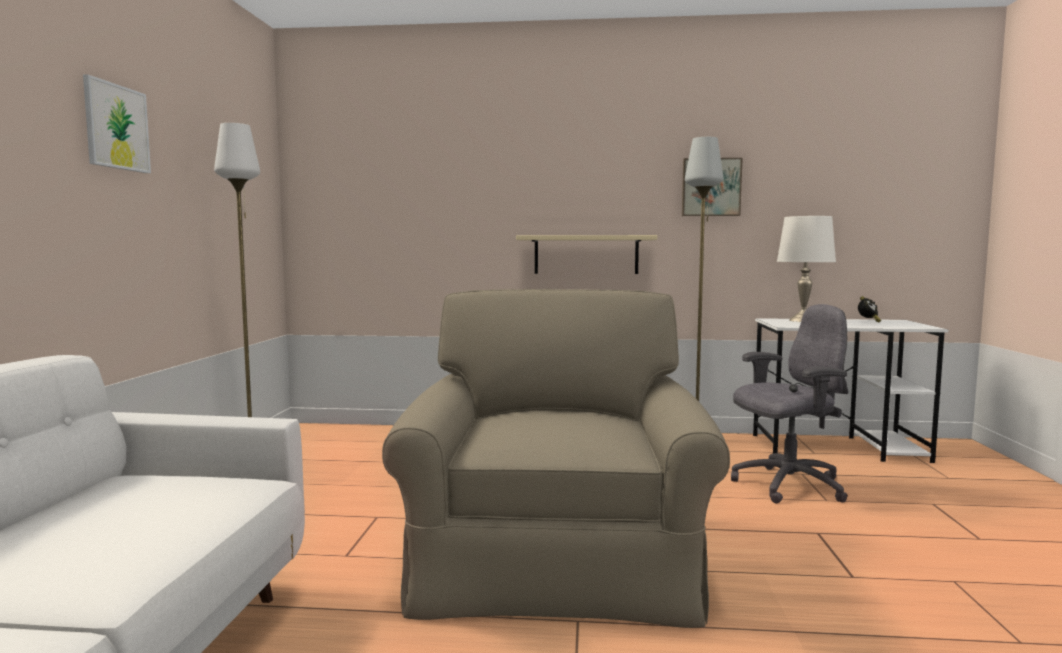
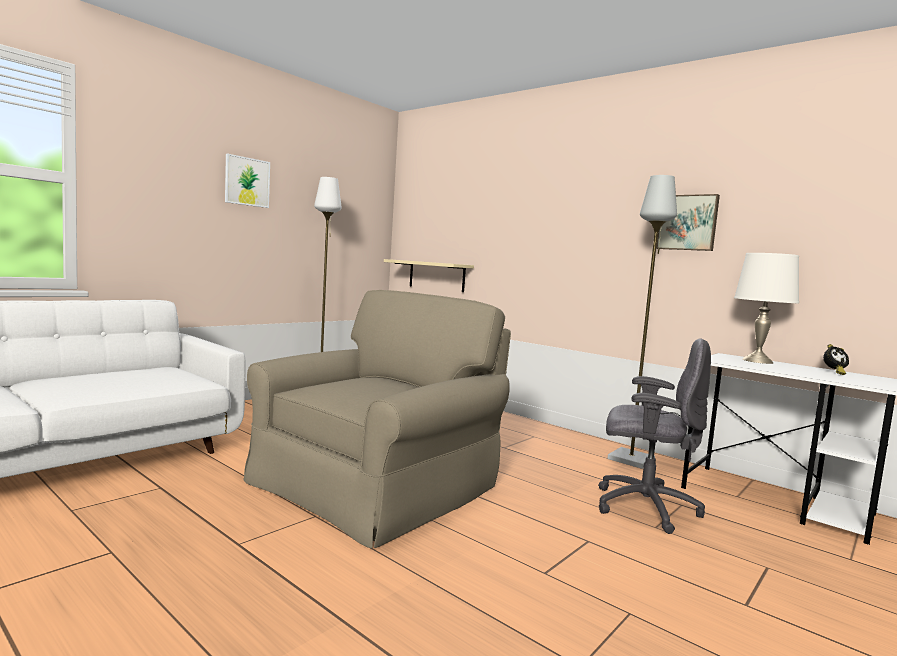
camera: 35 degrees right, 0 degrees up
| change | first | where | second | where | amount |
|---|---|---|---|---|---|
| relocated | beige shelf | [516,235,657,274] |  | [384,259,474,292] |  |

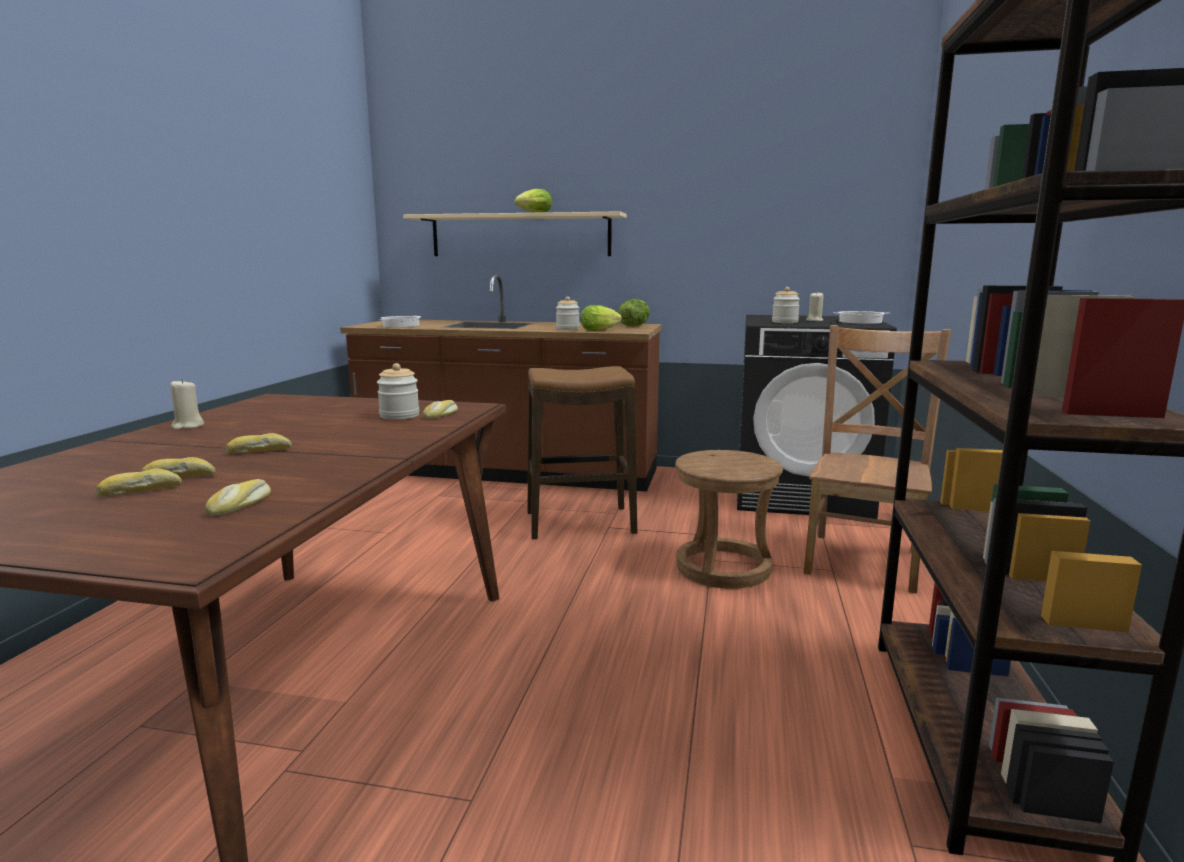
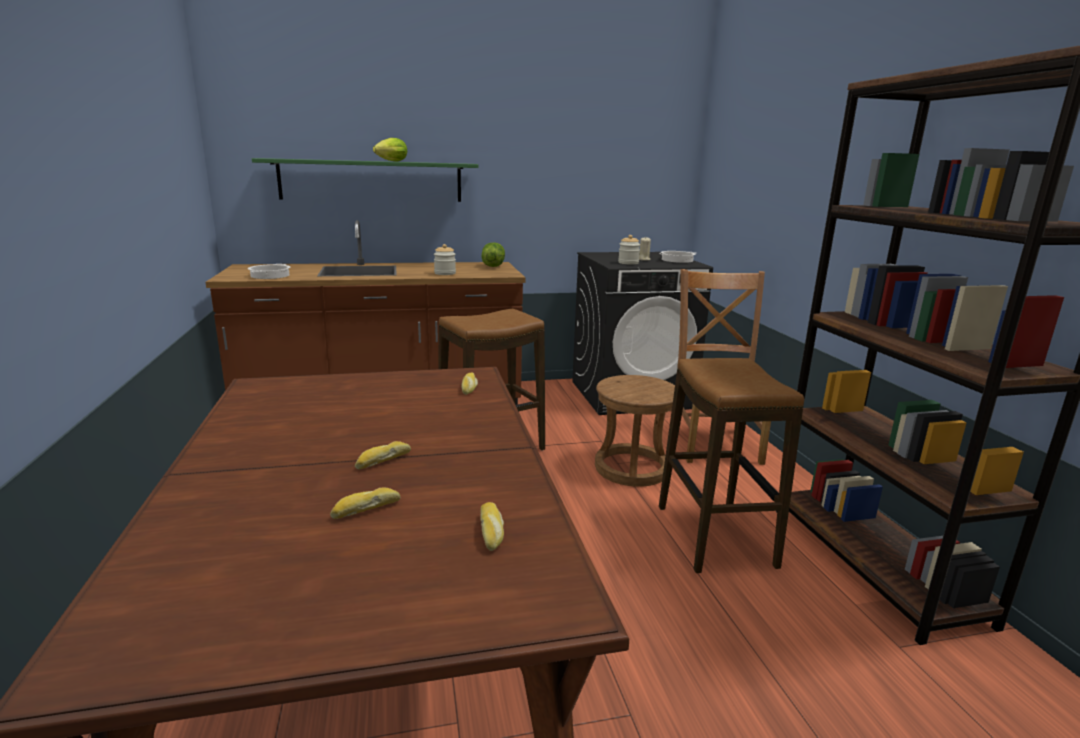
camera: 25 degrees left, 5 degrees up
| change | first | where | second | where | amount |
|---|---|---|---|---|---|
| missing | bread | [96,469,182,496] |  |  |  |
| missing | beige candle | [170,379,204,430] |  |  |  |
| missing | jar | [377,363,419,420] |  |  |  |
| missing | lettuce | [581,305,622,331] |  |  |  |
| appeared |  |  | stool | [659,358,804,573] |  |
| colour | beige shelf | [403,211,627,256] | green shelf | [252,158,479,202] |  |

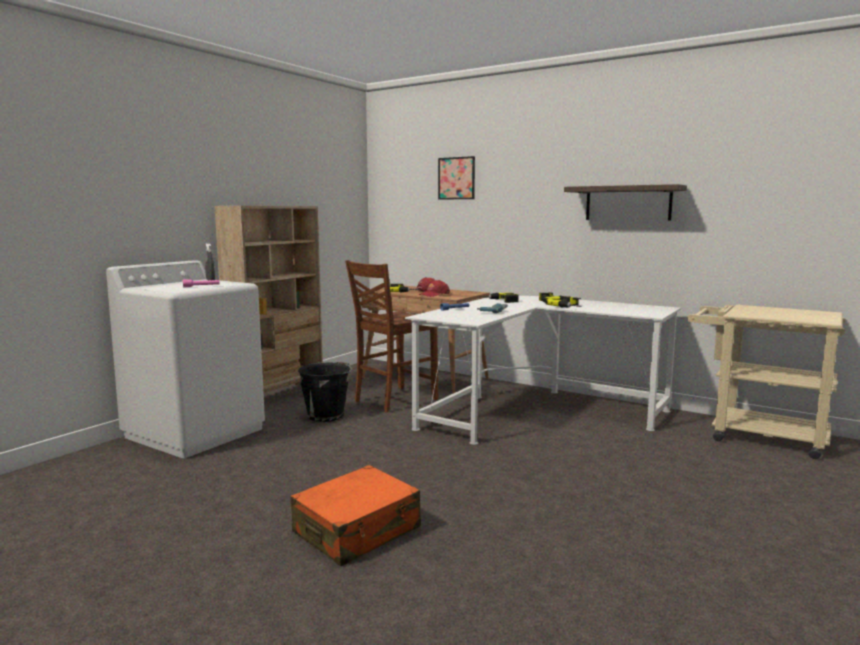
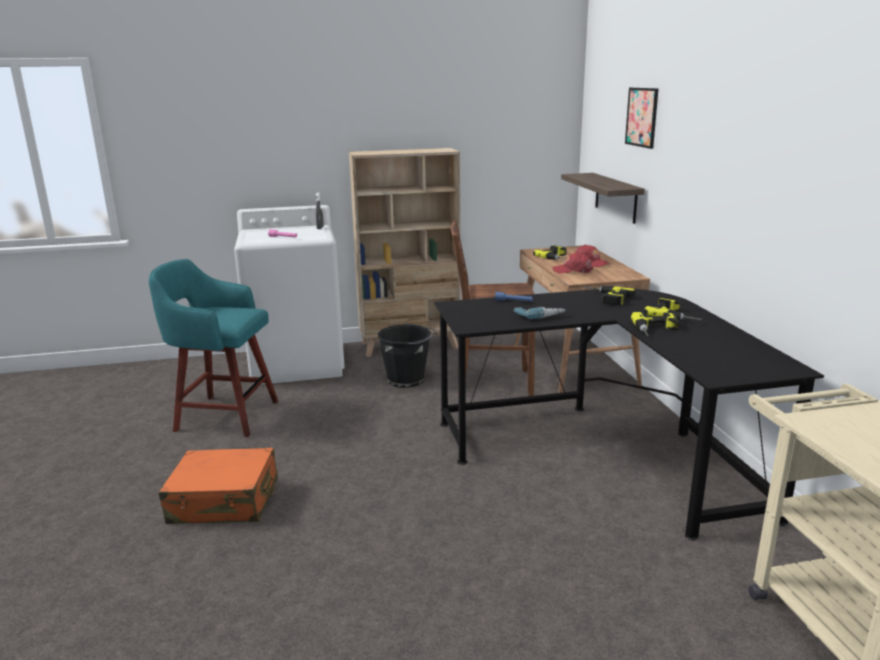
camera: 45 degrees right, 10 degrees up
| change | first | where | second | where | amount |
|---|---|---|---|---|---|
| appeared |  |  | turquoise stool | [149,259,278,437] |  |
| relocated | shelf | [564,184,687,221] |  | [561,173,645,224] |  |
| colour | white desk | [405,296,681,445] | black desk | [434,289,824,541] |  |

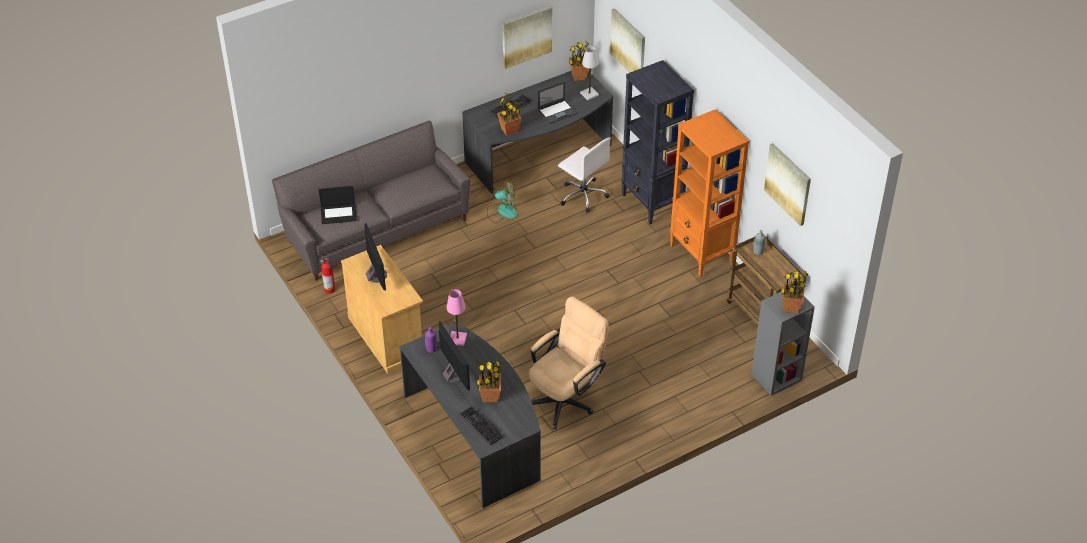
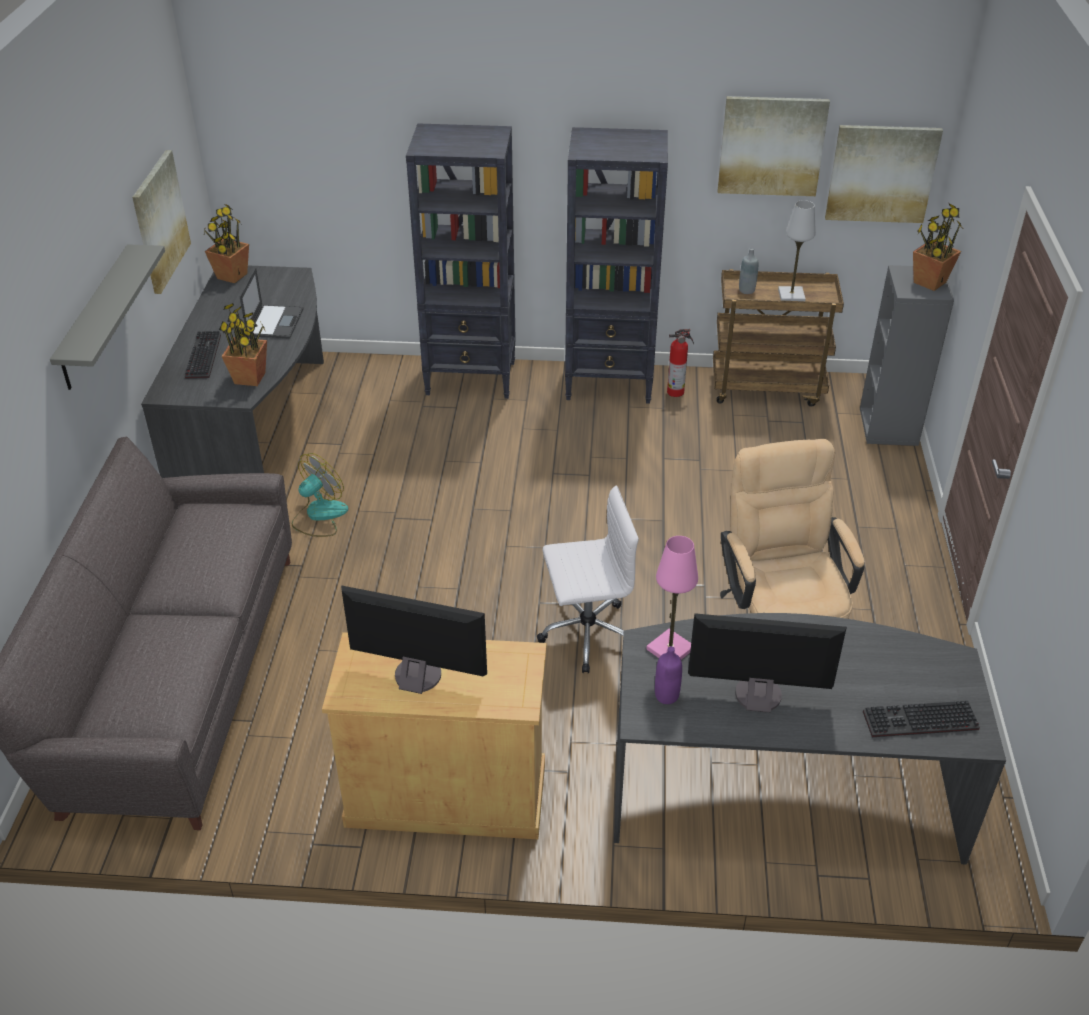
camera: 55 degrees left, 5 degrees down
| change | first | where | second | where | amount |
|---|---|---|---|---|---|
| missing | laptop | [319,186,357,224] |  |  |  |
| missing | potted plant | [476,360,502,403] |  |  |  |
| appeared |  |  | grey shelf | [50,244,165,390] |  |
| relocated | fire extinguisher | [320,255,335,294] |  | [667,329,694,397] |  |
| relocated | white office chair | [558,137,611,213] |  | [537,485,639,674] |  |
| relocated | white table lamp | [580,46,599,100] |  | [778,200,816,301] |  |
| relocated | picture | [610,8,645,73] |  | [825,125,943,223] |  |
| colour | orange bookcase | [670,109,749,277] | black bookcase | [565,127,668,404] |  |

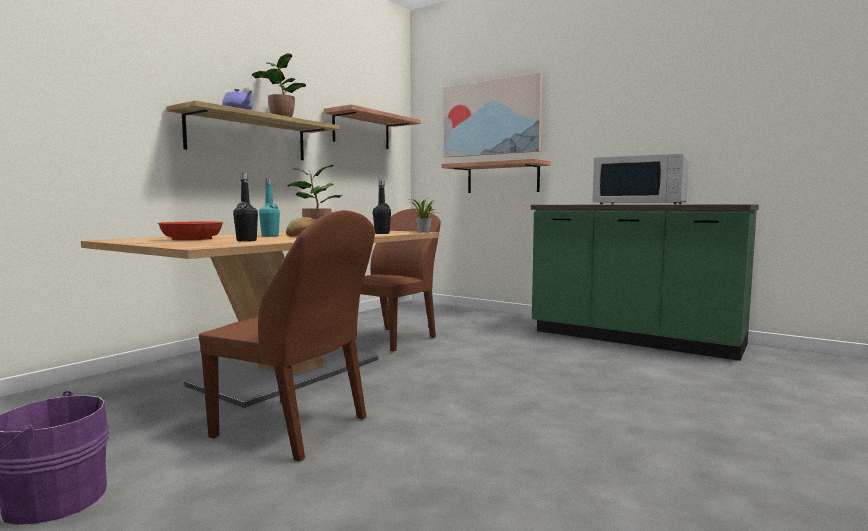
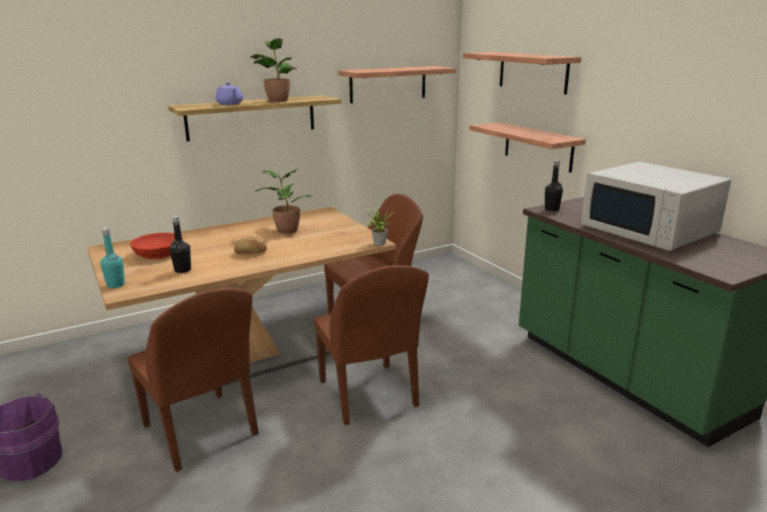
camera: 25 degrees right, 15 degrees up
| change | first | where | second | where | amount |
|---|---|---|---|---|---|
| appeared |  |  | brown chair | [314,265,429,425] |  |
| relocated | turquoise bottle | [259,178,280,237] |  | [100,228,125,288] |  |
| relocated | black bottle | [373,180,391,234] |  | [545,160,563,212] |  |
| exchanged | picture | [443,72,543,158] | shelf | [463,52,581,95] |  |

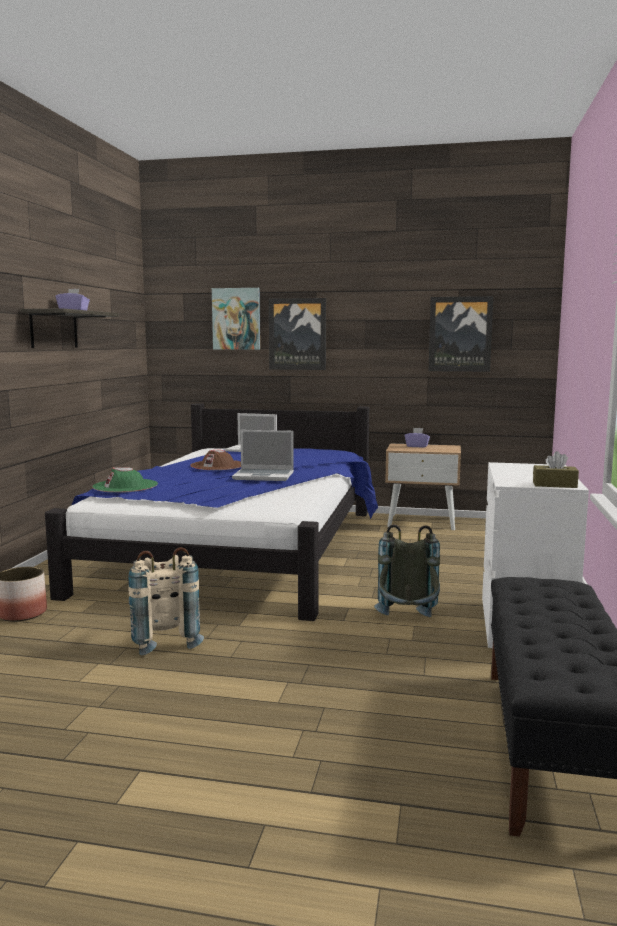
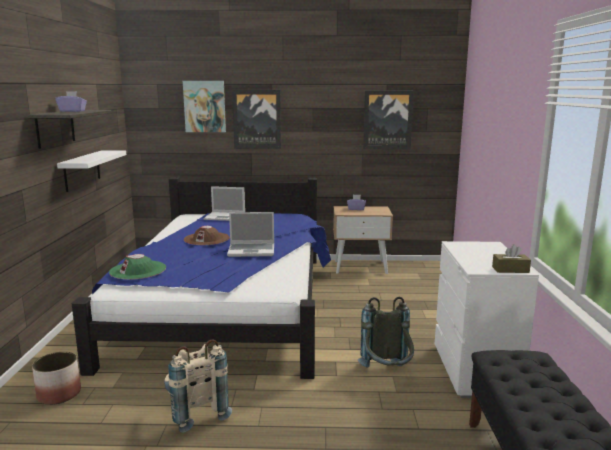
camera: 10 degrees left, 5 degrees up
| change | first | where | second | where | amount |
|---|---|---|---|---|---|
| appeared |  |  | white shelf | [57,151,126,192] |  |

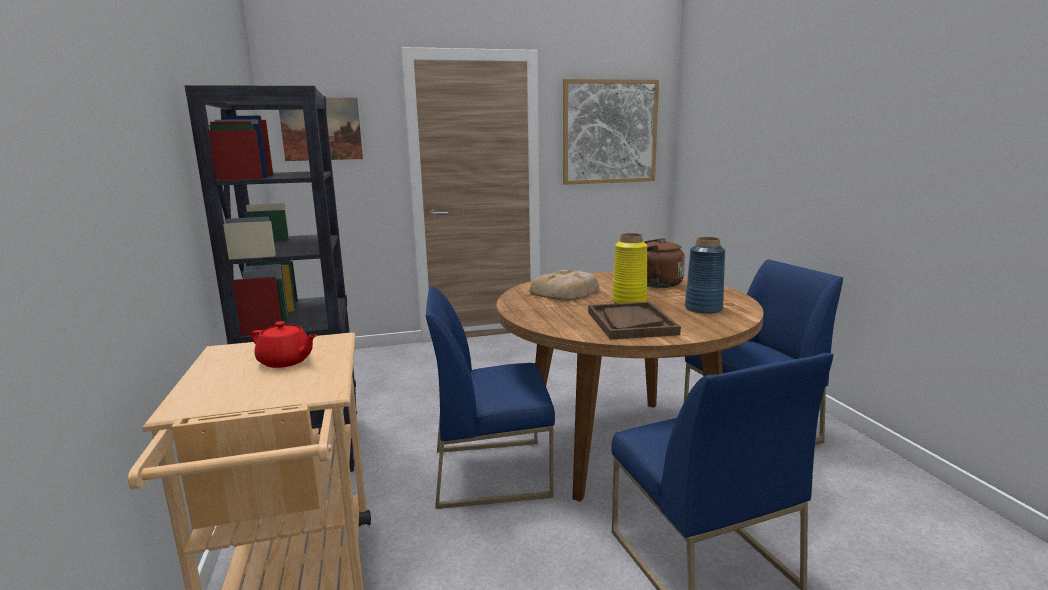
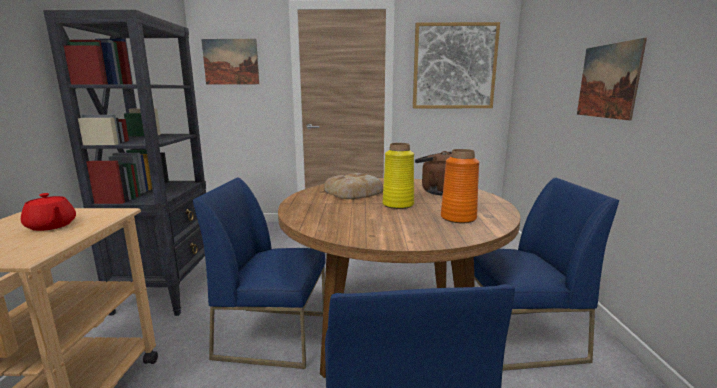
camera: 15 degrees right, 0 degrees up
| change | first | where | second | where | amount |
|---|---|---|---|---|---|
| missing | brown tray | [588,302,681,340] |  |  |  |
| appeared |  |  | picture | [577,38,647,121] |  |
| colour | blue vase | [685,237,725,314] | orange vase | [441,149,480,223] |  |

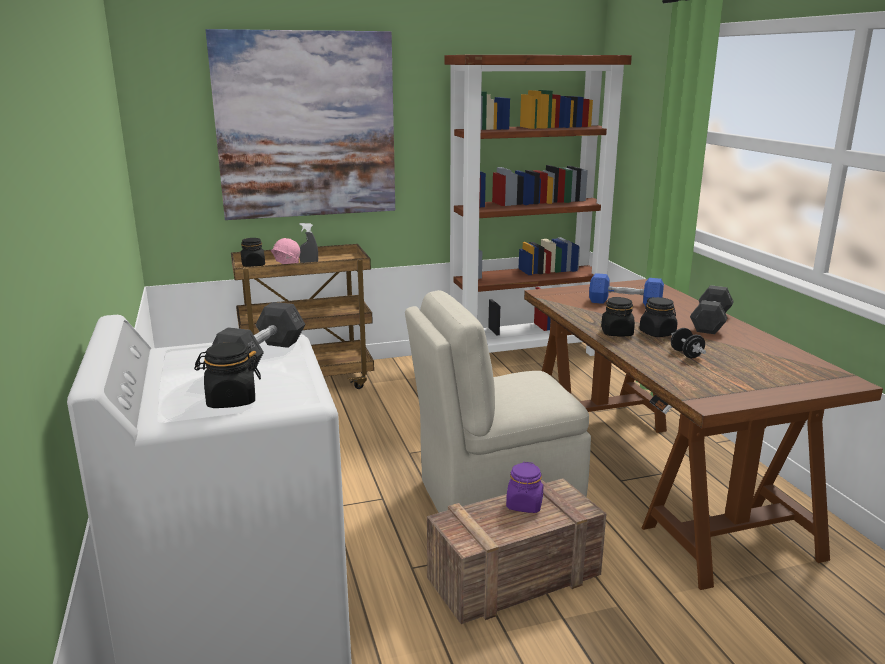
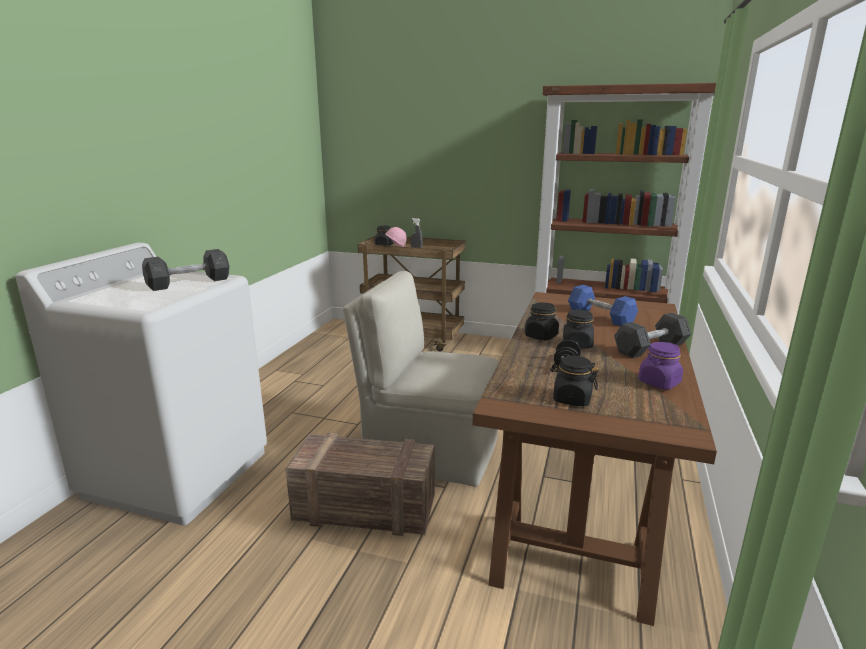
camera: 35 degrees right, 0 degrees up
| change | first | where | second | where | amount |
|---|---|---|---|---|---|
| missing | picture | [206,29,395,220] |  |  |  |
| relocated | black jar | [194,342,261,408] |  | [550,356,598,406] |  |
| relocated | purple jar | [506,462,543,513] |  | [638,342,683,389] |  |

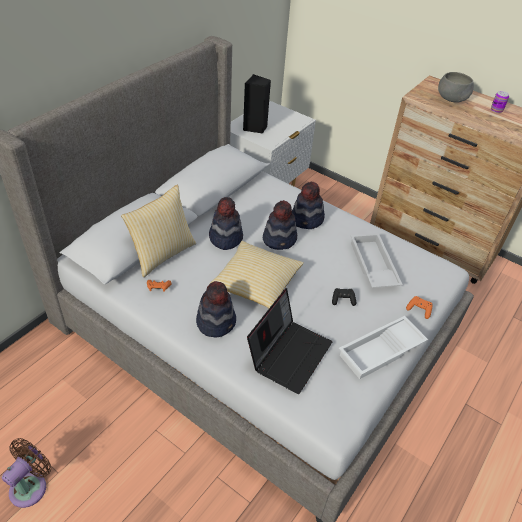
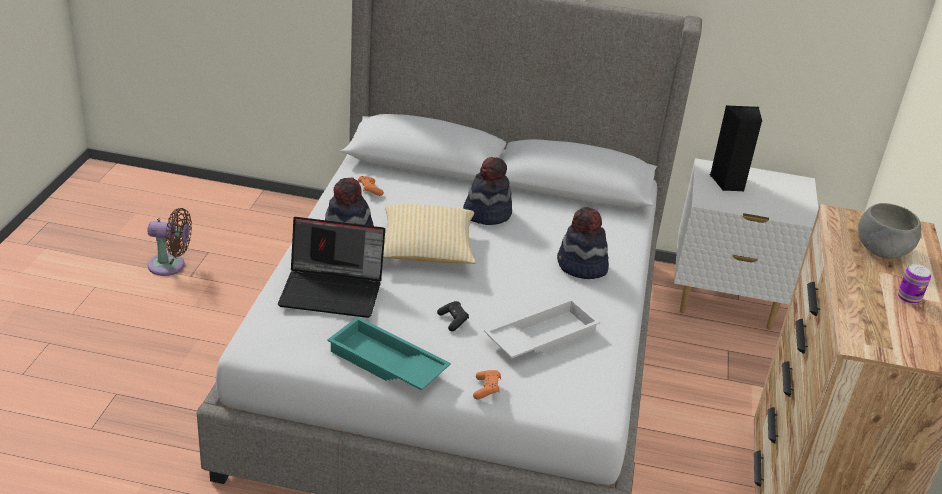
camera: 65 degrees right, 10 degrees down
| change | first | where | second | where | amount |
|---|---|---|---|---|---|
| missing | pillow | [121,185,196,277] |  |  |  |
| missing | hat | [263,200,297,250] |  |  |  |
| colour | white tray | [339,316,428,379] | turquoise tray | [327,317,451,390] |  |

